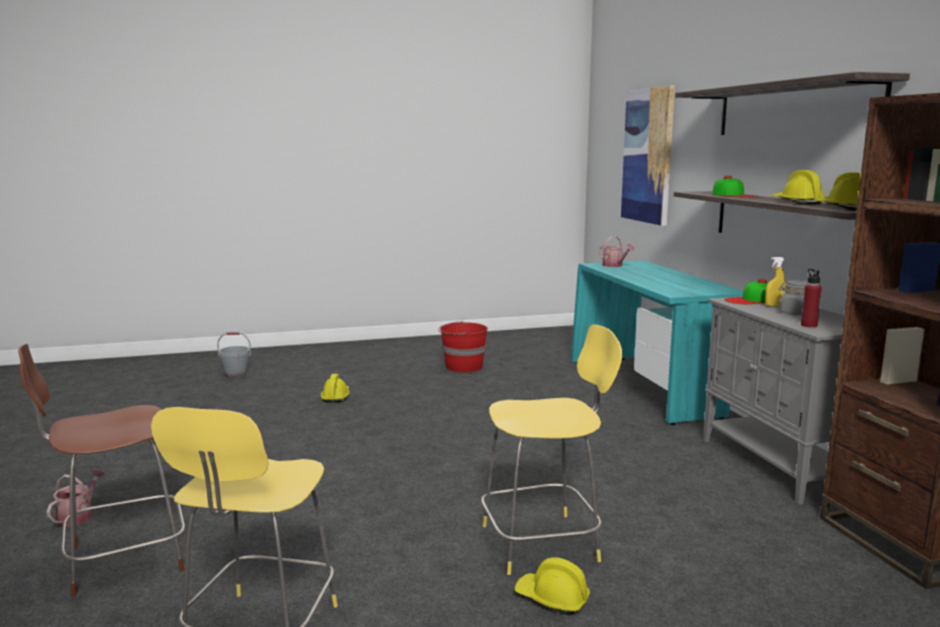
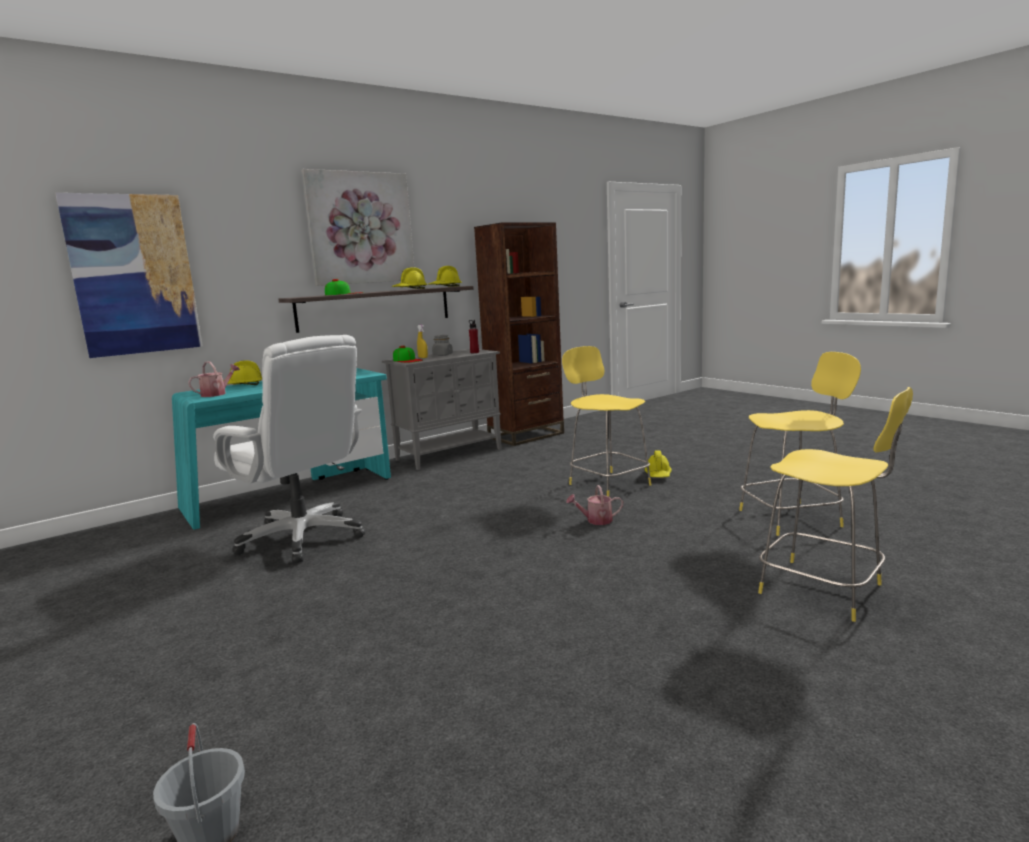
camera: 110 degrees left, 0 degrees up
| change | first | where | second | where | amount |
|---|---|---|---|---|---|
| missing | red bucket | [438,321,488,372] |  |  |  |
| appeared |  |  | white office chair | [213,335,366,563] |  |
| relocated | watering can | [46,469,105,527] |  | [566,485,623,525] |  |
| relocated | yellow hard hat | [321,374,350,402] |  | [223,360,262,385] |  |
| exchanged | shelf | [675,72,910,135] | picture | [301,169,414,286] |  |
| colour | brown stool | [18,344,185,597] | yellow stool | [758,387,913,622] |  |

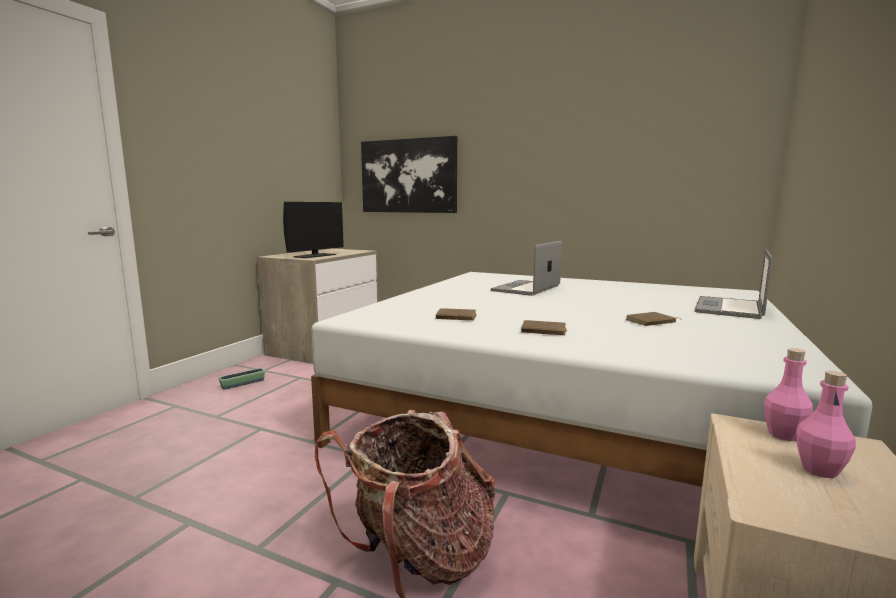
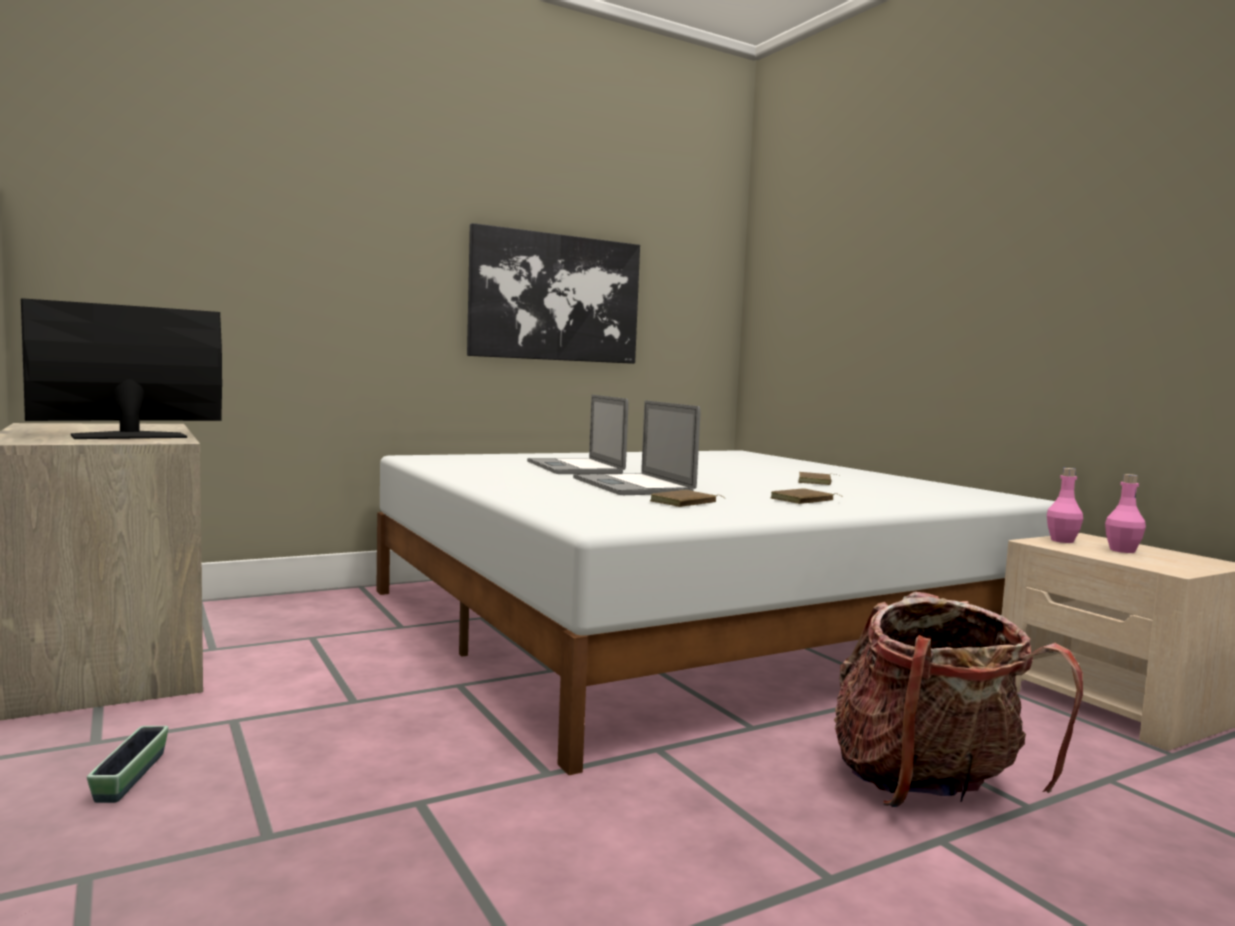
camera: 55 degrees left, 5 degrees down
| change | first | where | second | where | amount |
|---|---|---|---|---|---|
| relocated | picture | [361,136,457,213] |  | [467,223,640,364] |  |
| relocated | laptop | [695,249,773,319] |  | [573,400,701,495] |  |
| spun | monitor | [283,202,344,258] |  | [21,298,222,439] | 105 degrees counterclockwise |

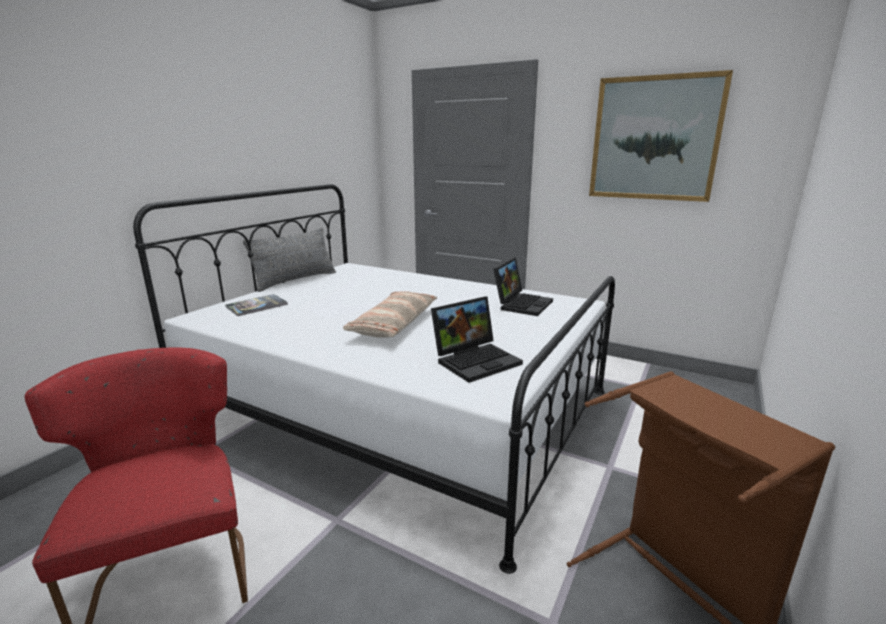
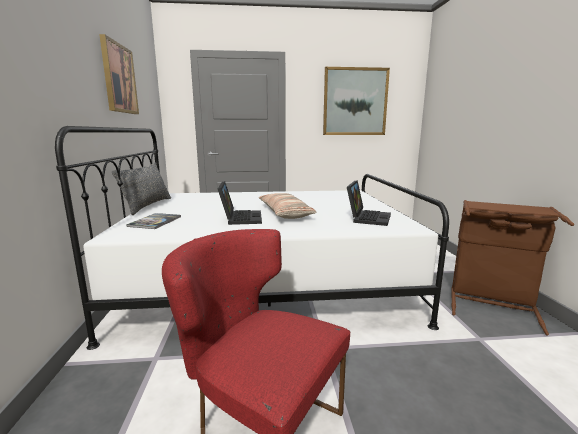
camera: 35 degrees left, 5 degrees down
| change | first | where | second | where | amount |
|---|---|---|---|---|---|
| appeared |  |  | picture | [99,34,139,114] |  |
| relocated | laptop | [493,258,553,316] |  | [218,181,262,225] |  |

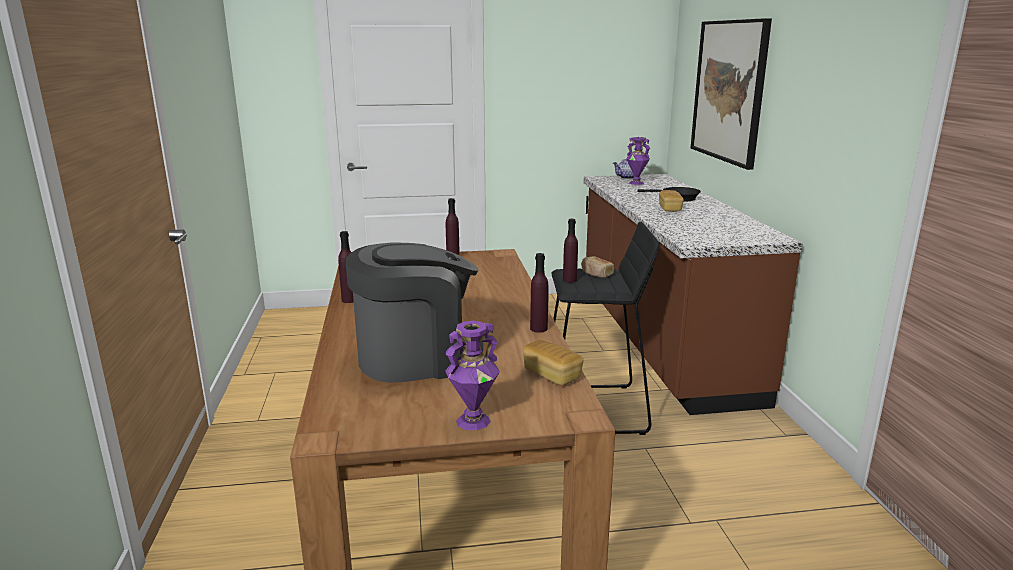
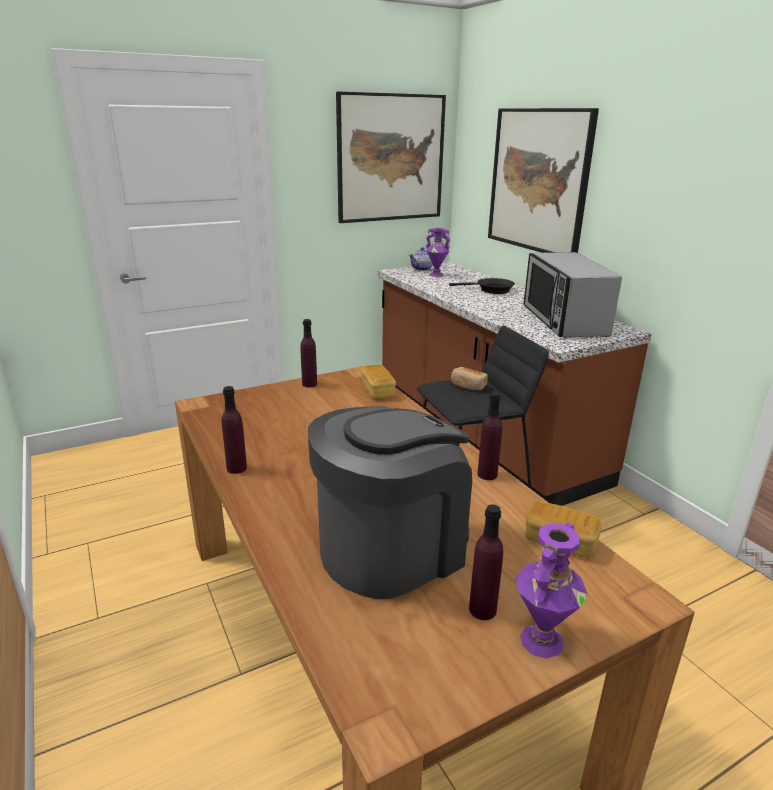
camera: 20 degrees left, 5 degrees up
| change | first | where | second | where | amount |
|---|---|---|---|---|---|
| appeared |  |  | picture | [336,92,446,223] |  |
| appeared |  |  | microwave | [523,252,622,338] |  |
| relocated | purple bottle | [563,219,578,283] |  | [469,504,503,620] |  |
| relocated | bread | [659,190,684,212] |  | [361,365,396,399] |  |

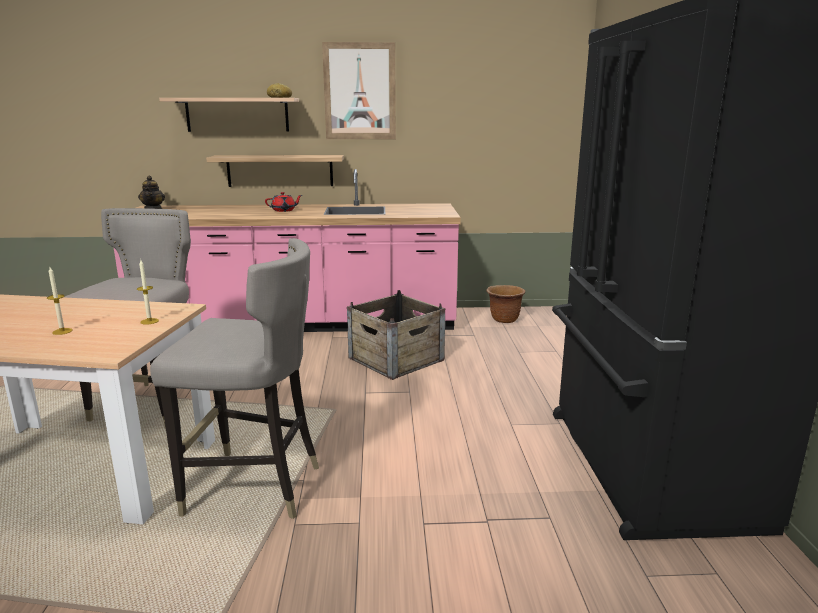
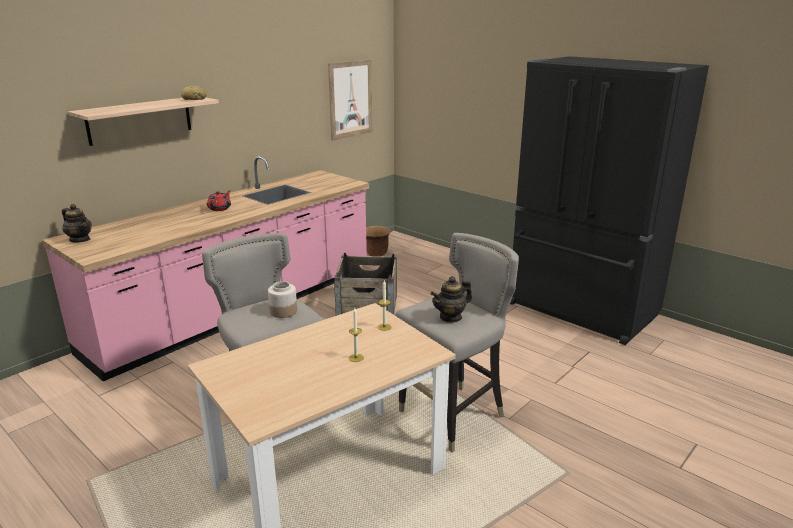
camera: 45 degrees left, 5 degrees up
| change | first | where | second | where | amount |
|---|---|---|---|---|---|
| missing | shelf | [206,155,344,187] |  |  |  |
| appeared |  |  | jar | [268,281,297,318] |  |
| appeared |  |  | teapot | [430,276,472,323] |  |
| relocated | picture | [322,42,396,139] |  | [328,59,372,141] |  |

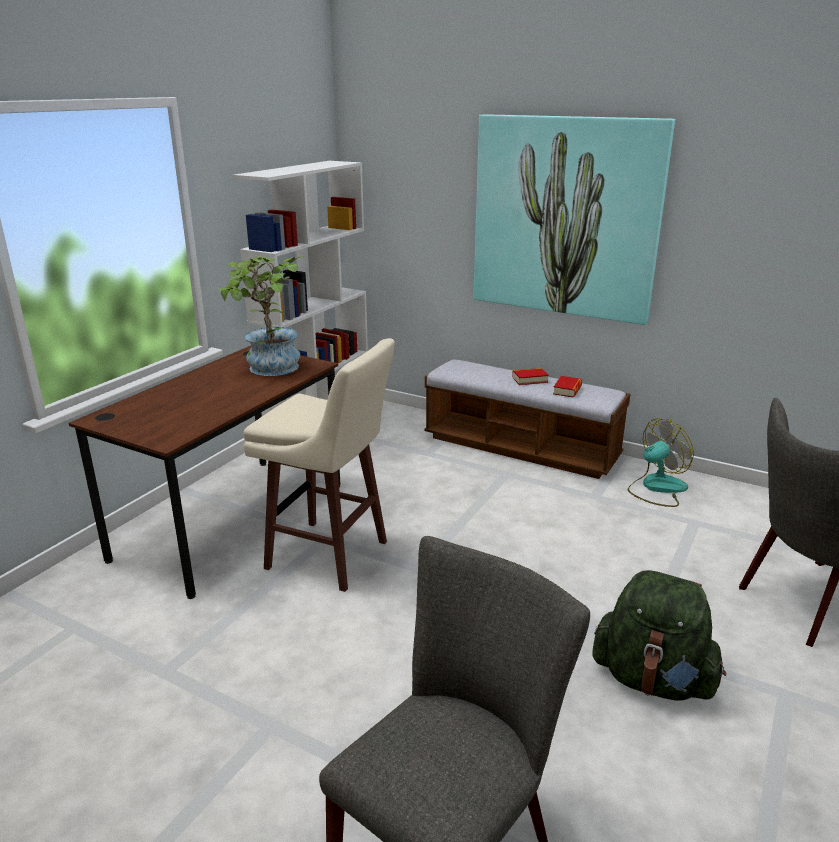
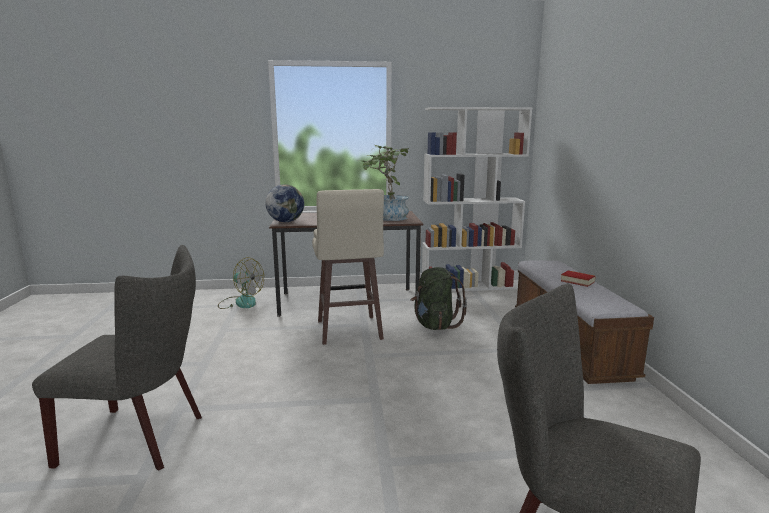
camera: 55 degrees right, 10 degrees down
| change | first | where | second | where | amount |
|---|---|---|---|---|---|
| missing | picture | [473,114,675,325] |  |  |  |
| missing | book | [553,376,582,397] |  |  |  |
| appeared |  |  | globe | [265,184,304,222] |  |
| relocated | green backpack | [593,570,726,701] |  | [411,267,467,330] |  |
| relocated | fan | [628,418,694,507] |  | [218,257,264,309] |  |

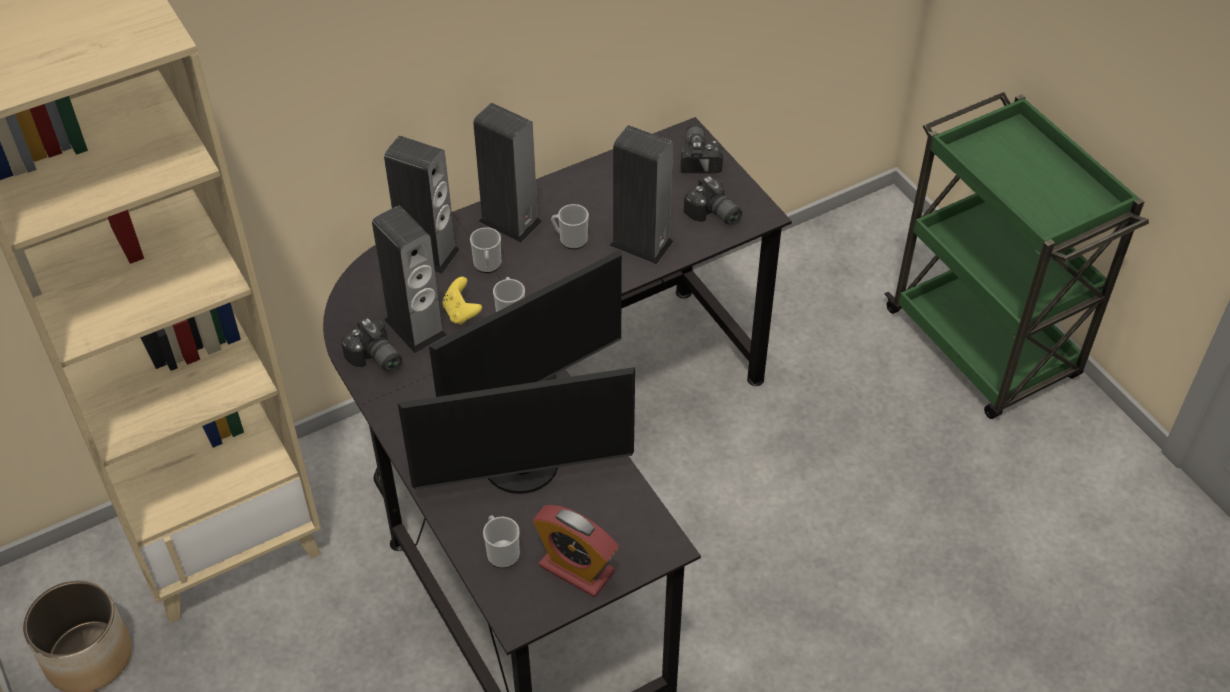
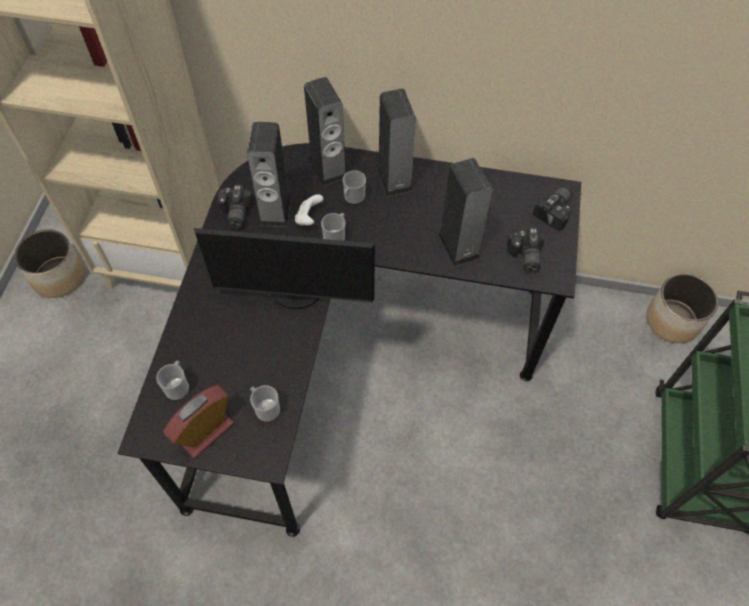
camera: 40 degrees right, 10 degrees up
| change | first | where | second | where | amount |
|---|---|---|---|---|---|
| missing | monitor | [398,367,635,494] |  |  |  |
| appeared |  |  | planter | [646,273,718,343] |  |
| relocated | mug | [551,204,589,249] |  | [250,385,280,422] |  |
| colour | yellow game controller | [443,277,482,325] | white game controller | [295,194,323,226] |  |
| spun | alarm clock | [533,505,619,597] |  | [163,385,234,459] | 60 degrees clockwise |

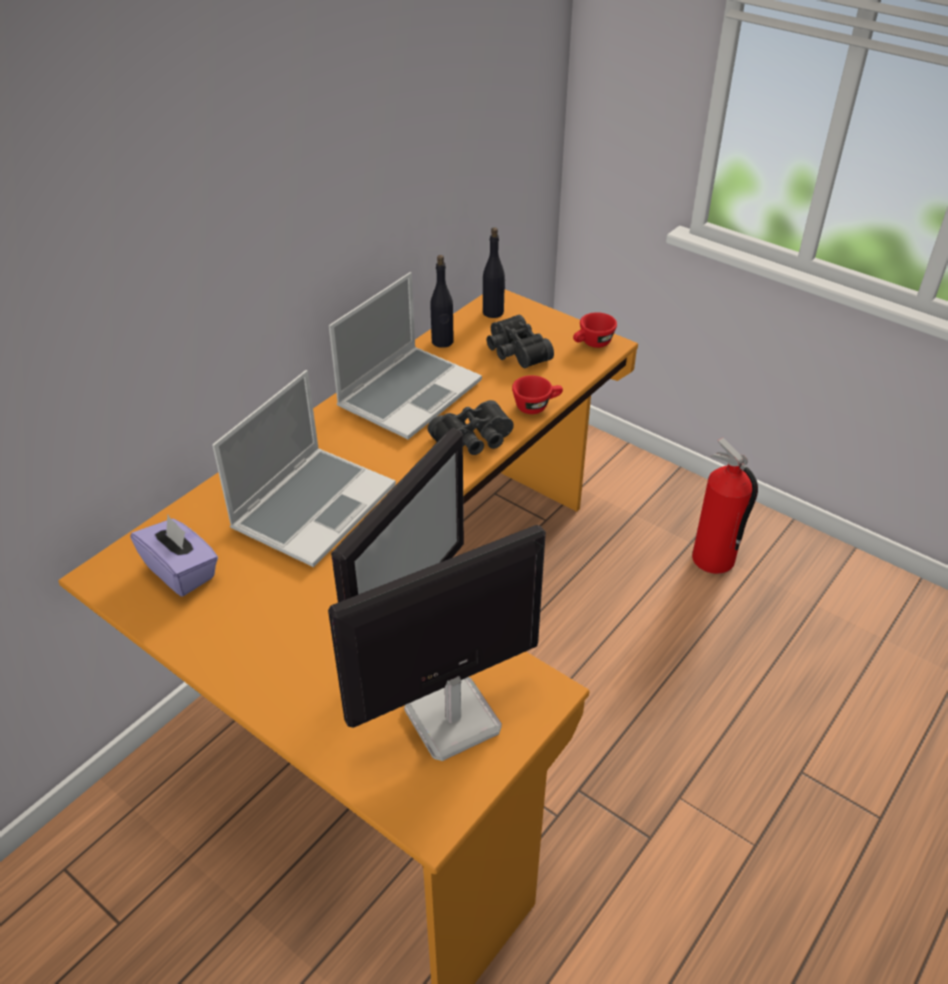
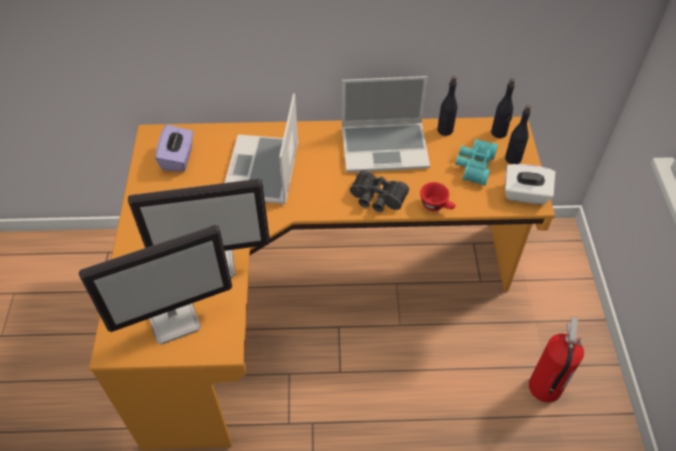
camera: 50 degrees right, 10 degrees up
| change | first | where | second | where | amount |
|---|---|---|---|---|---|
| appeared |  |  | black bottle | [505,105,531,164] |  |
| exchanged | red cup | [573,312,617,348] | white tissue box | [505,164,555,205] |  |
| colour | black binoculars | [487,315,554,368] | turquoise binoculars | [455,139,498,186] |  |
| spun | laptop | [212,370,396,567] |  | [225,93,298,204] | 105 degrees clockwise |
| spun | monitor | [328,525,546,761] |  | [79,225,232,345] | 135 degrees clockwise |

